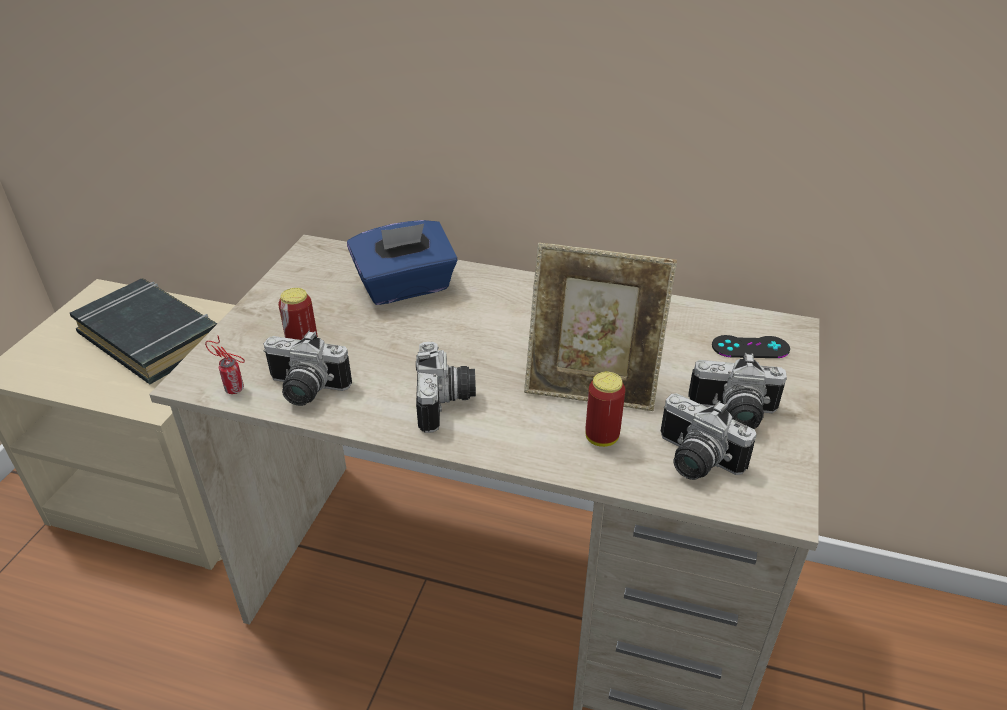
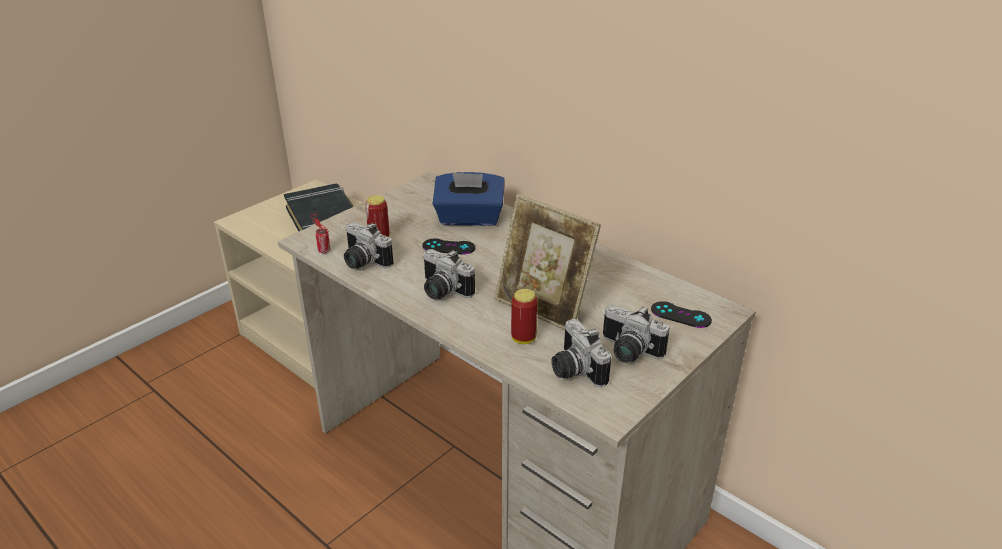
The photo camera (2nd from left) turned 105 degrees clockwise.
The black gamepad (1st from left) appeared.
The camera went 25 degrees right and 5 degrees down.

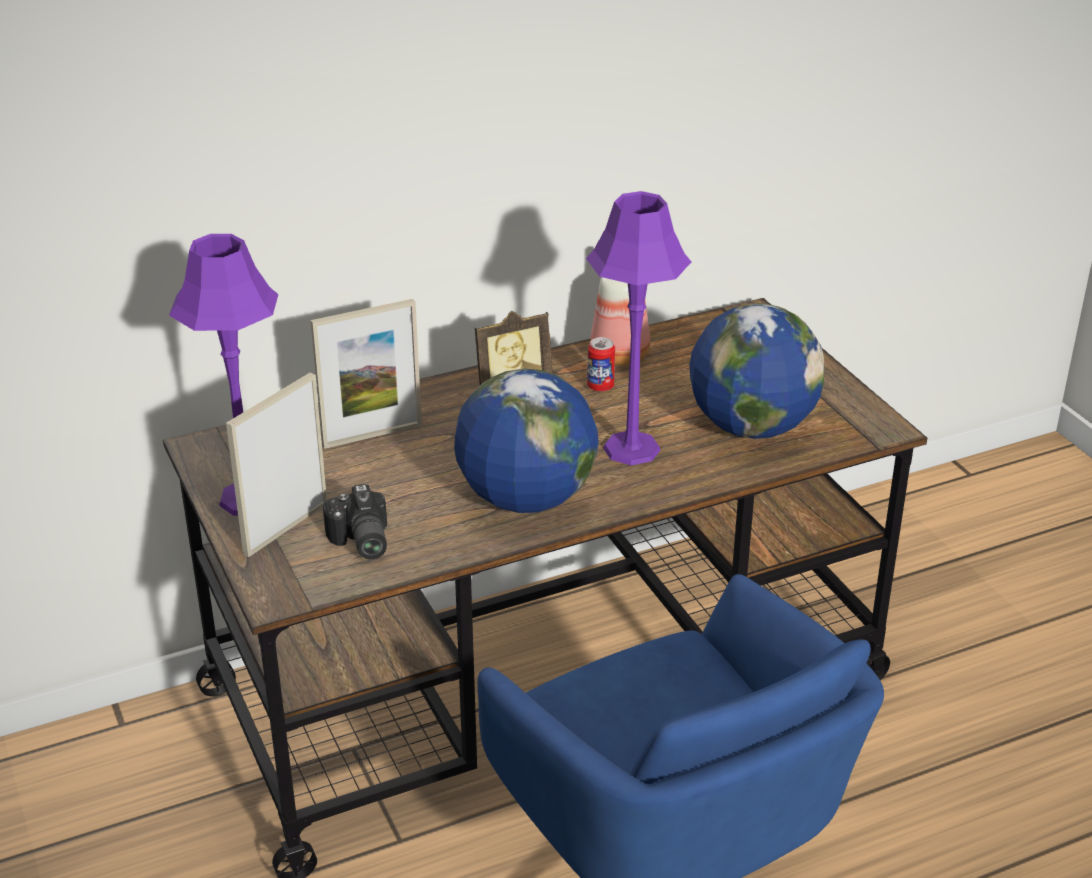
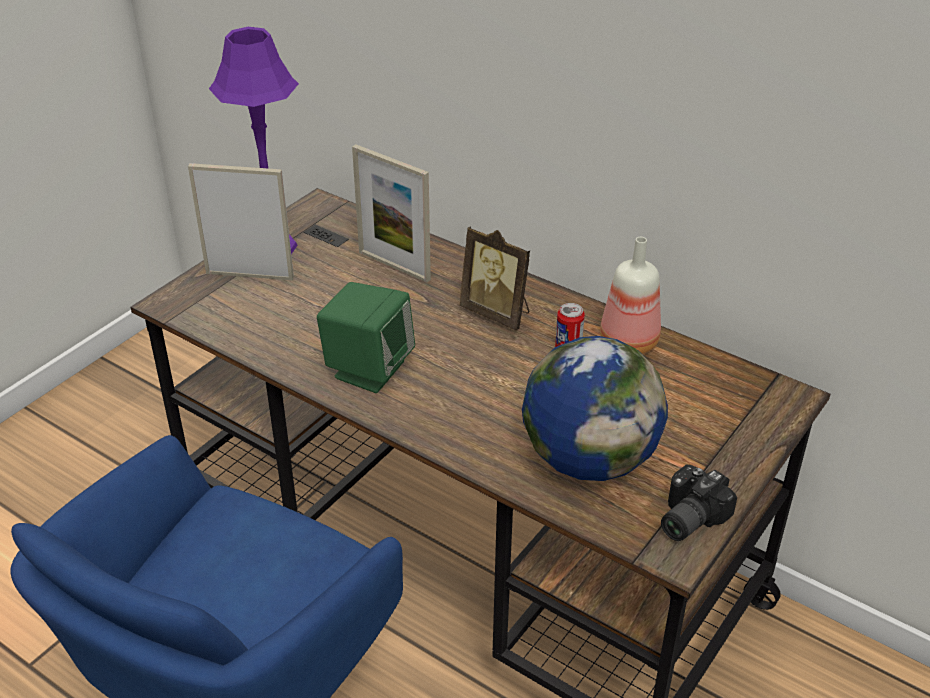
The photo camera moved.
The desk globe (1st from left) was replaced by the green-coloured loudspeaker.
The purple-coloured table lamp (2nd from left) disappeared.
The camera went 60 degrees right and 5 degrees up.

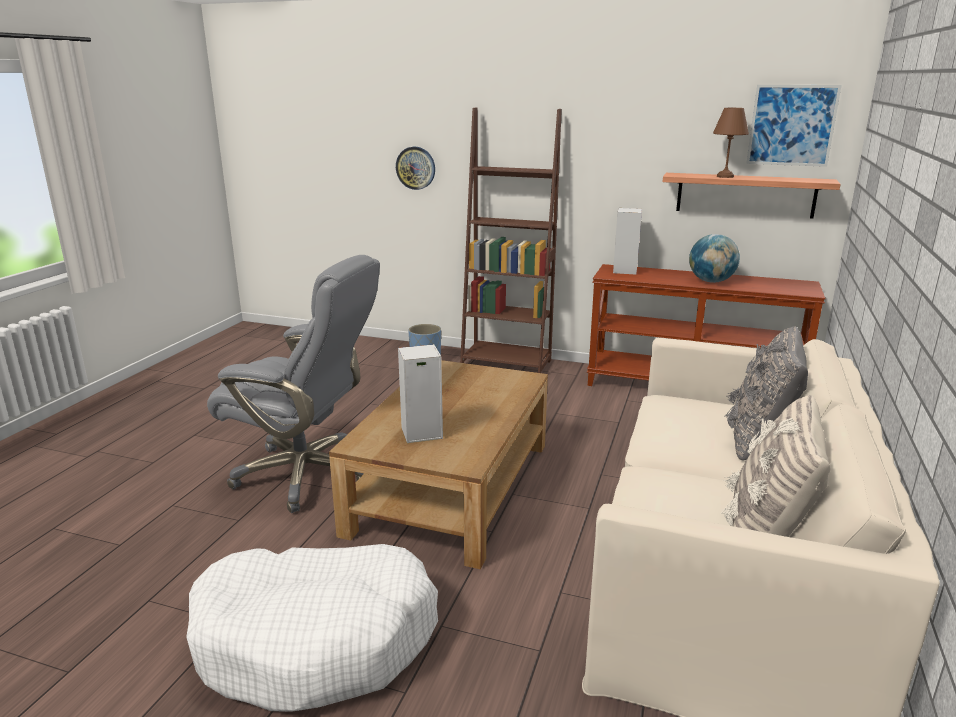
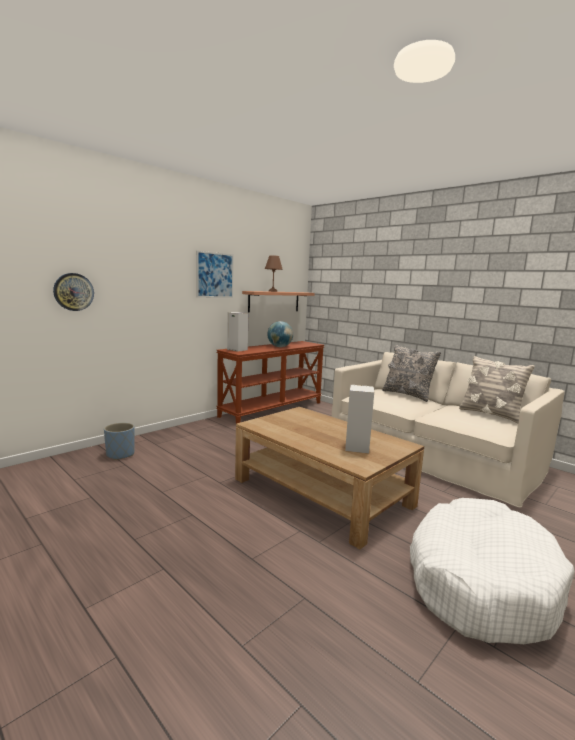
The greyish desk chair disappeared.
The brown shelving unit disappeared.
The wall picture moved.
The camera went 65 degrees left and 10 degrees down.

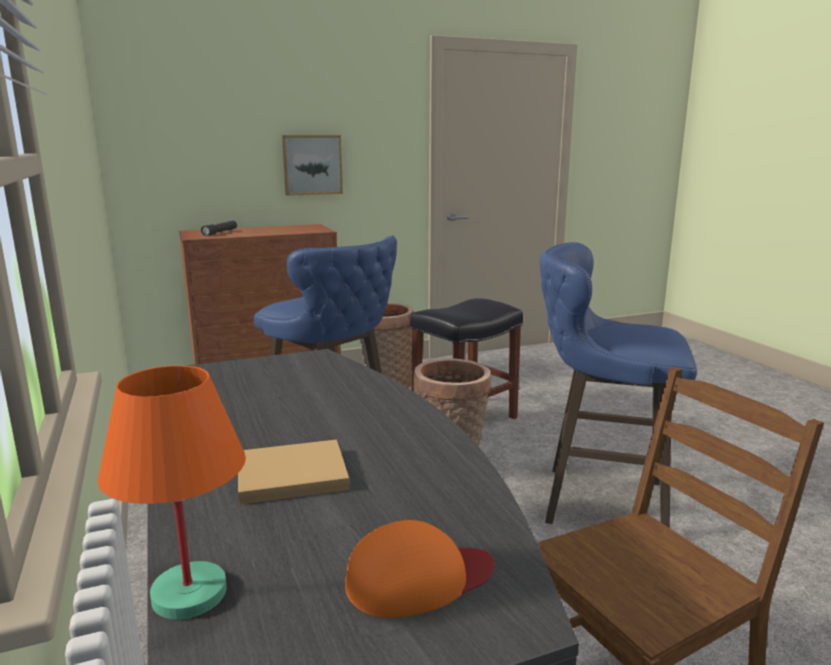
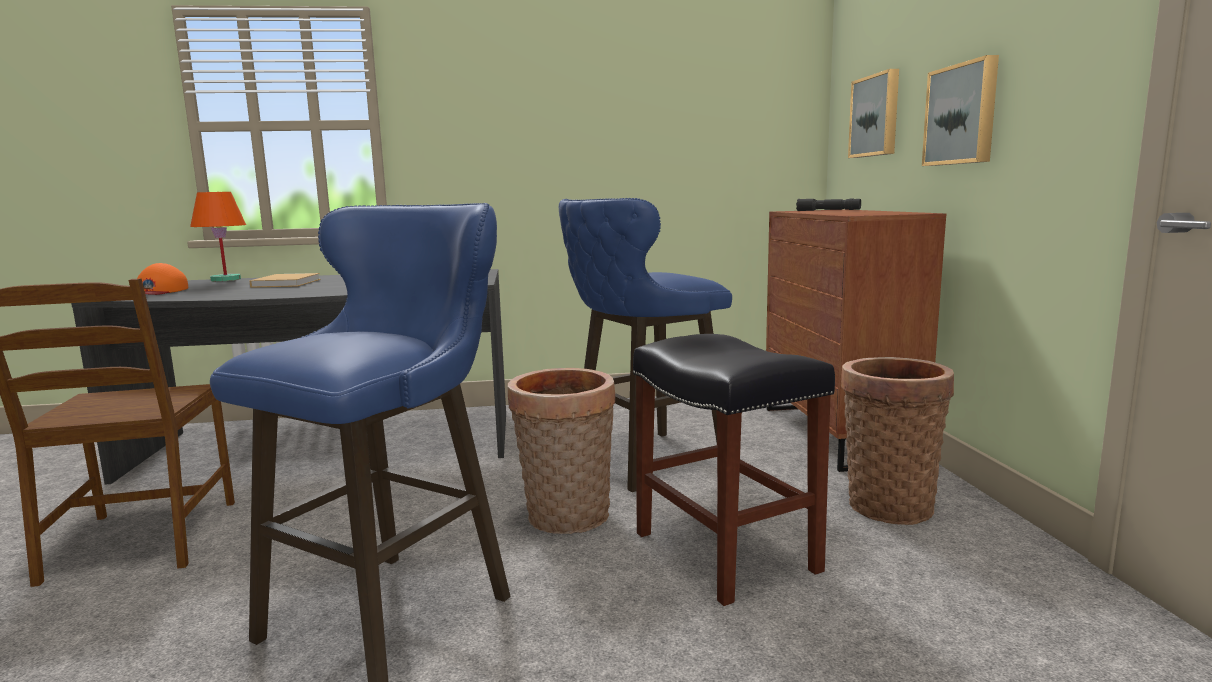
The wall picture (1st from left) appeared.
The camera went 105 degrees right and 5 degrees down.

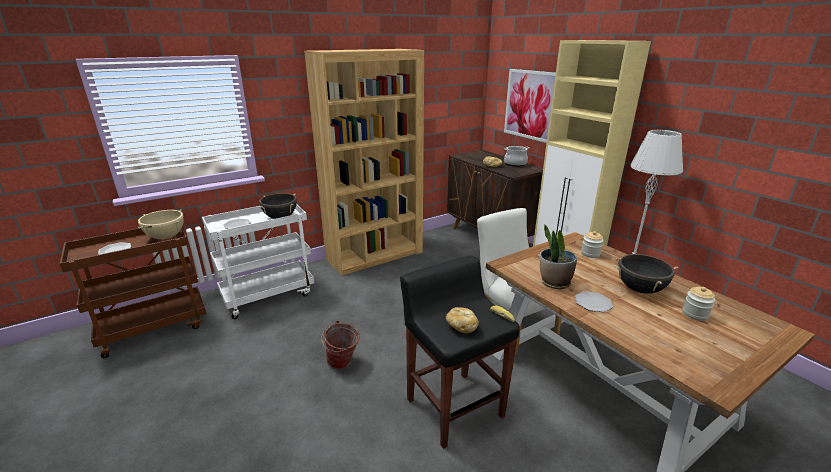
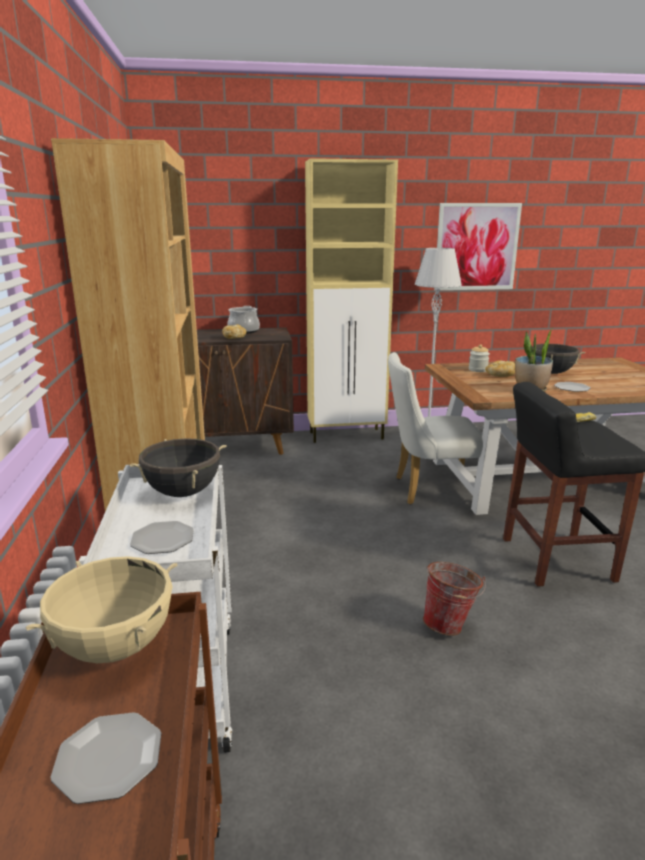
The baked bread (1st from left in the first image) moved.
The wall picture moved.
The jar (2nd from left) disappeared.
The camera went 65 degrees left and 5 degrees down.

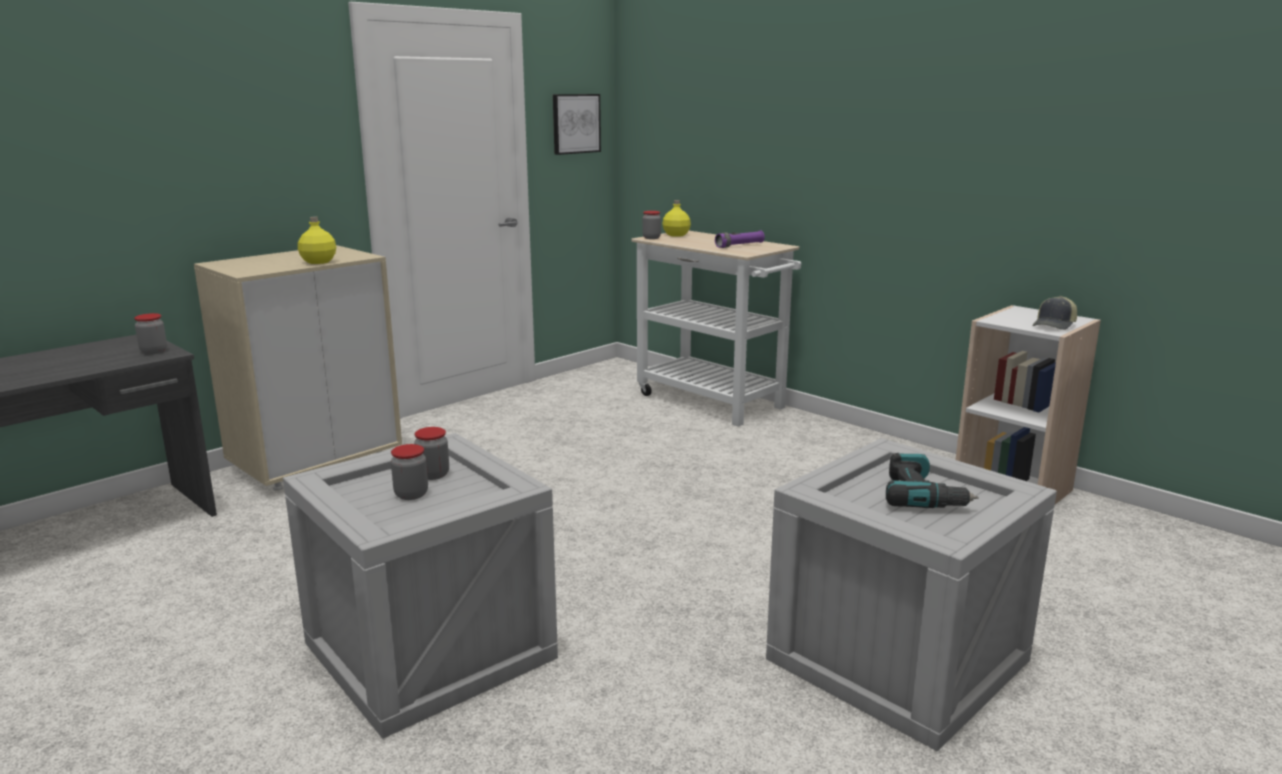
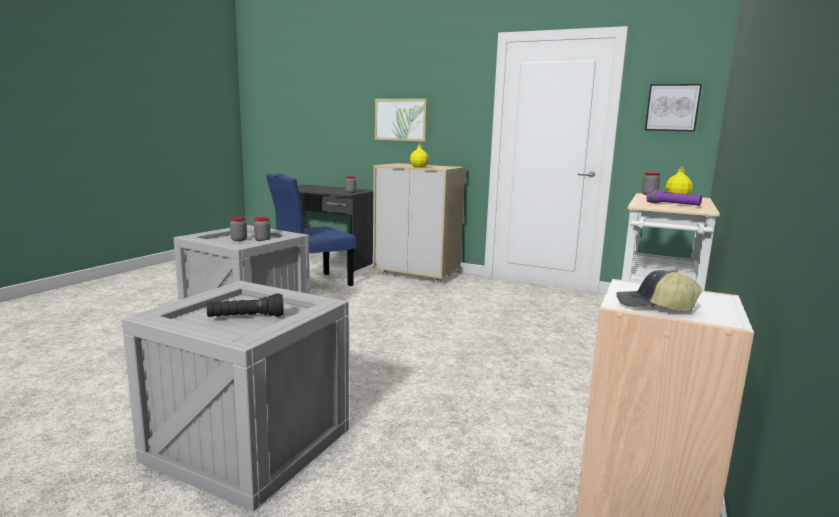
The power drill was replaced by the black hand torch.
The blue-coloured chair appeared.
The wall picture (1st from left) appeared.
The camera went 70 degrees right and 5 degrees down.

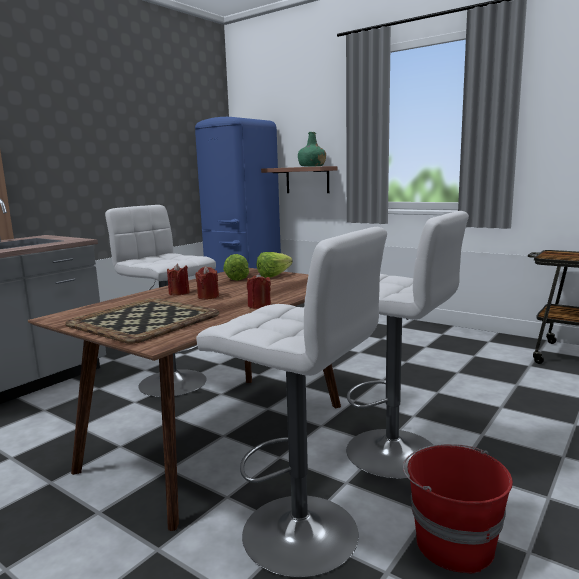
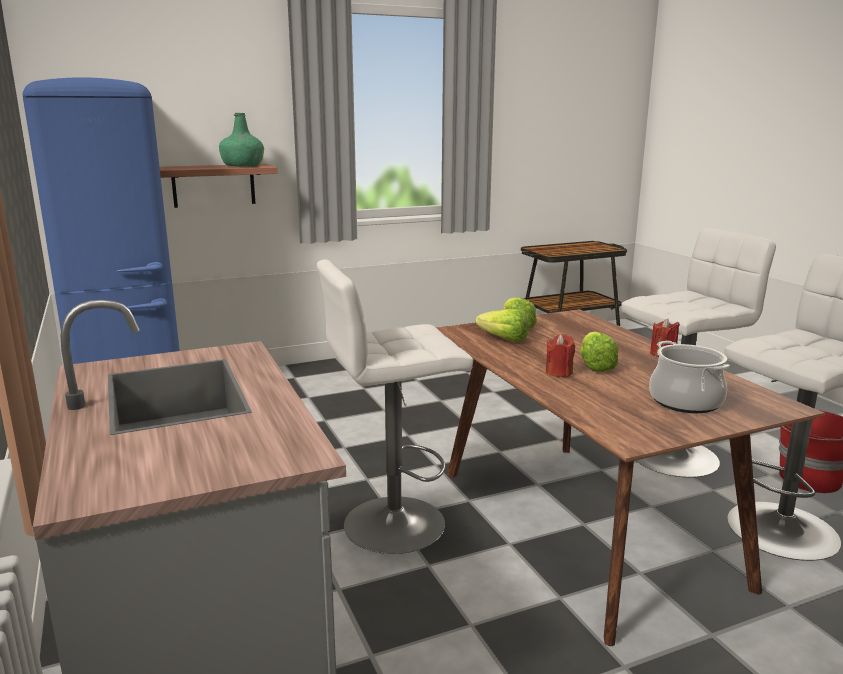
The carrying tray was replaced by the stockpot.
The reddish candle (2nd from left) was replaced by the lettuce head (3rd from left).
The camera went 60 degrees left and 5 degrees up.

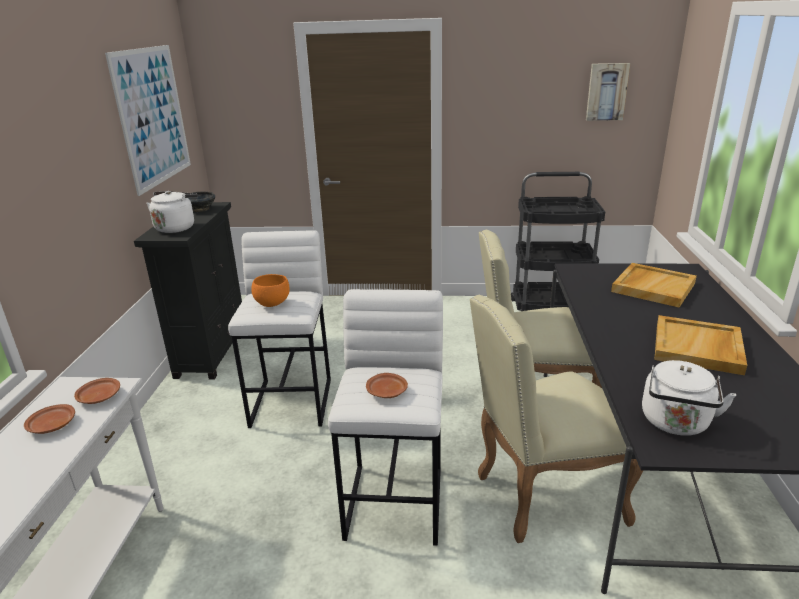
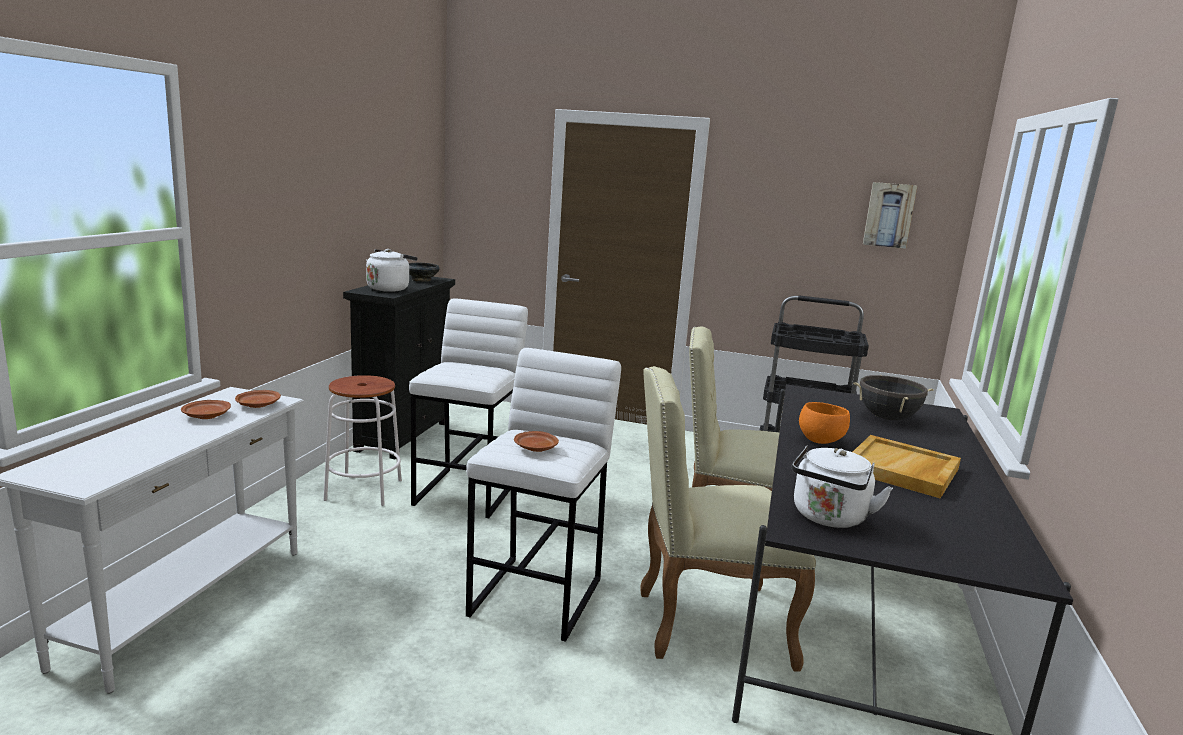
The wall picture (1st from left) disappeared.
The orangey bowl moved.
The beige carrying tray (1st from left) was replaced by the black stockpot.
The white-coloured stool seat (1st from left) appeared.
The camera went 10 degrees right and 10 degrees down.

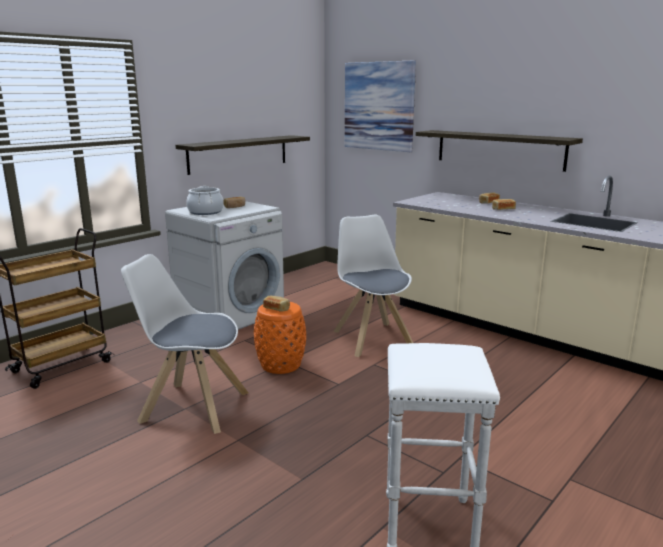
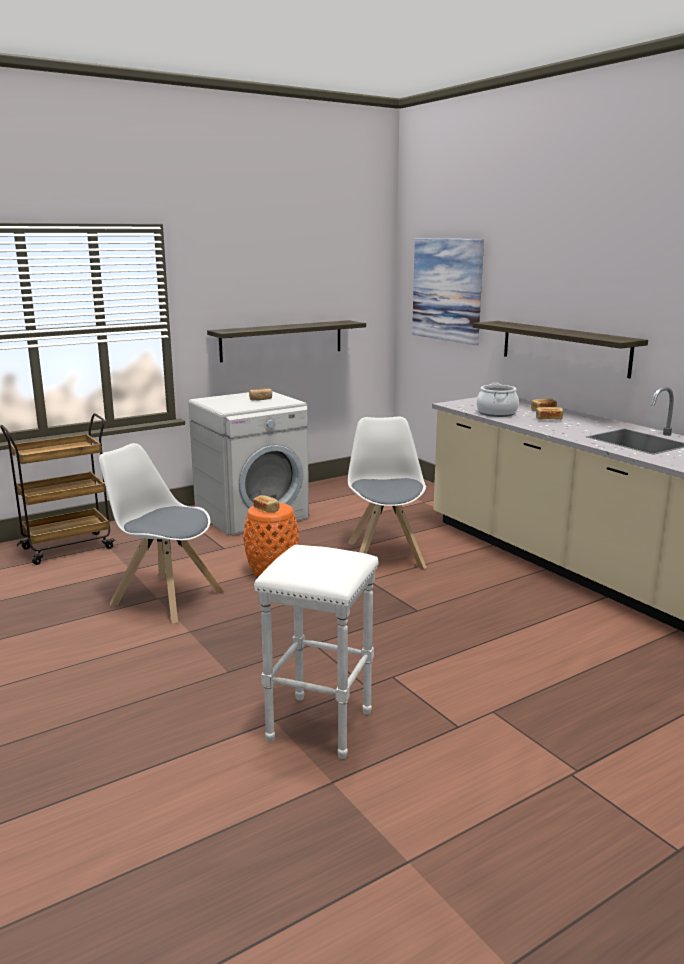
The stockpot moved.
The camera went 15 degrees right and 0 degrees up.

